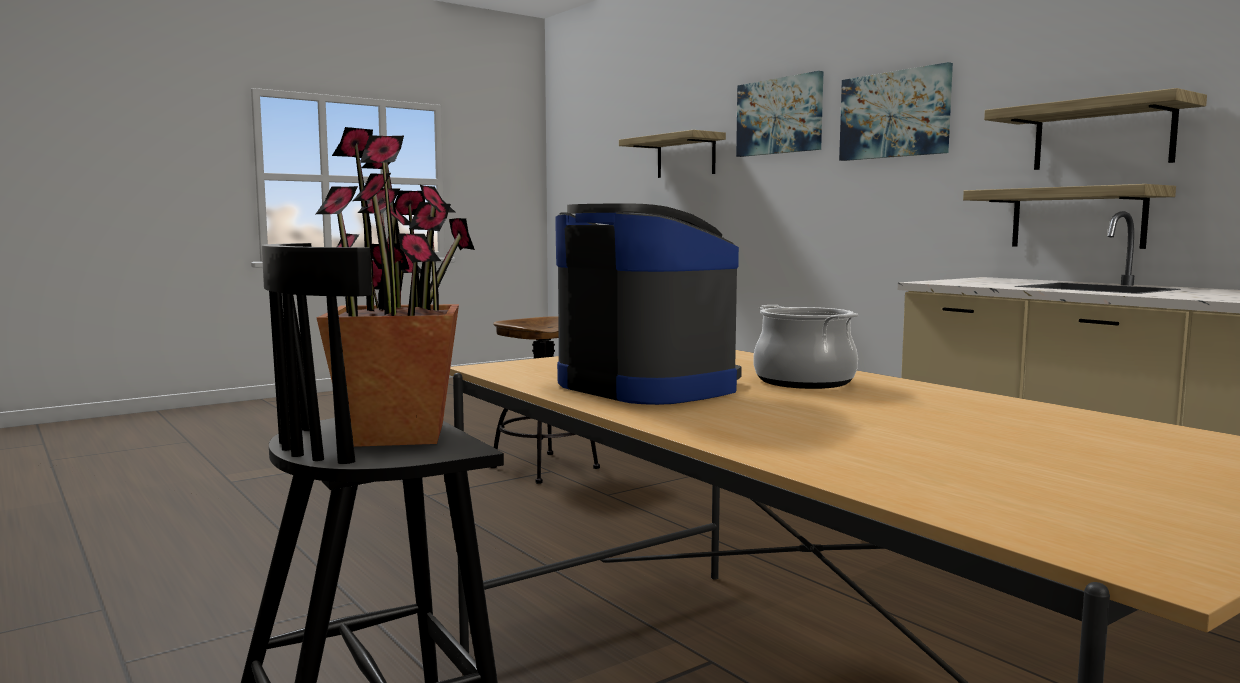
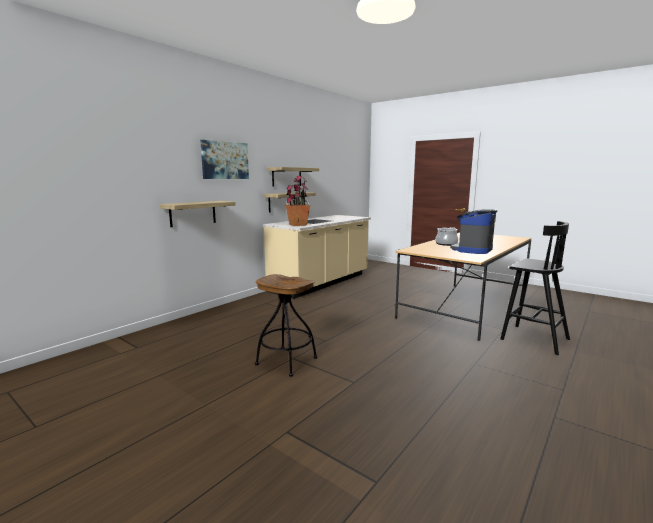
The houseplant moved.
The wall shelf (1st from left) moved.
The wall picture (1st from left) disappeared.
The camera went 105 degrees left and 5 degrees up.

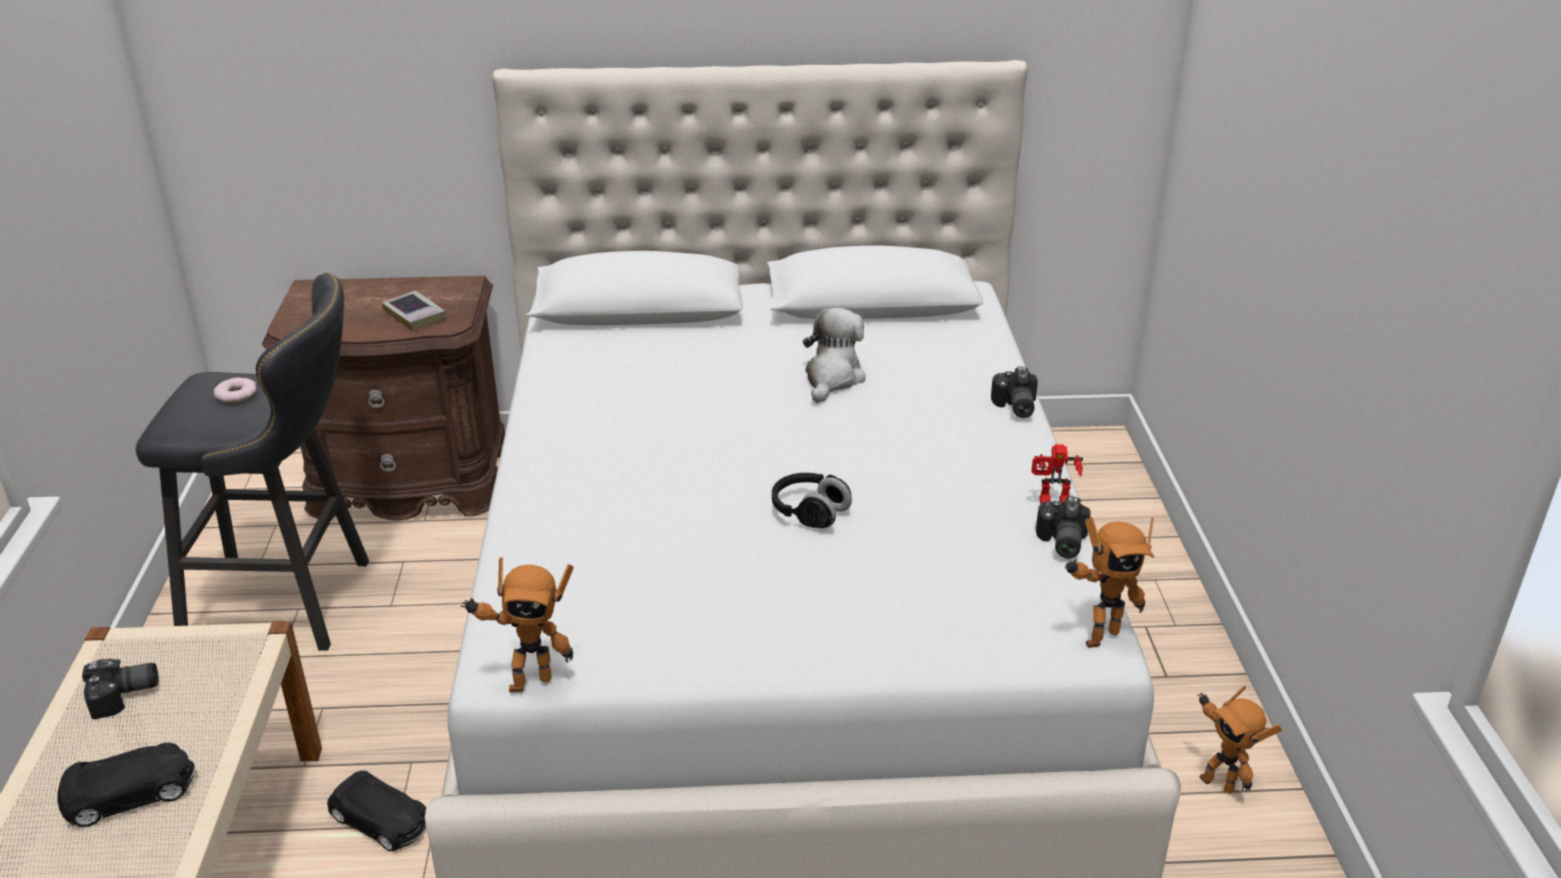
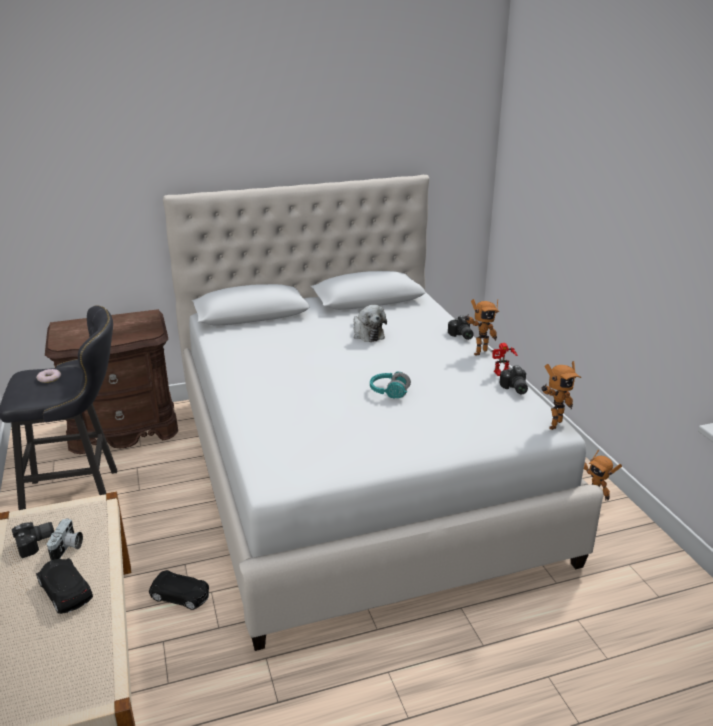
The black miniature car (1st from left) turned 90 degrees counterclockwise.
The volume disappeared.
The toy robot (1st from left) moved.
The black headset became the turquoise headset.
The soft toy turned 150 degrees clockwise.
The photo camera (2nd from left) appeared.
The camera went 15 degrees left and 5 degrees down.

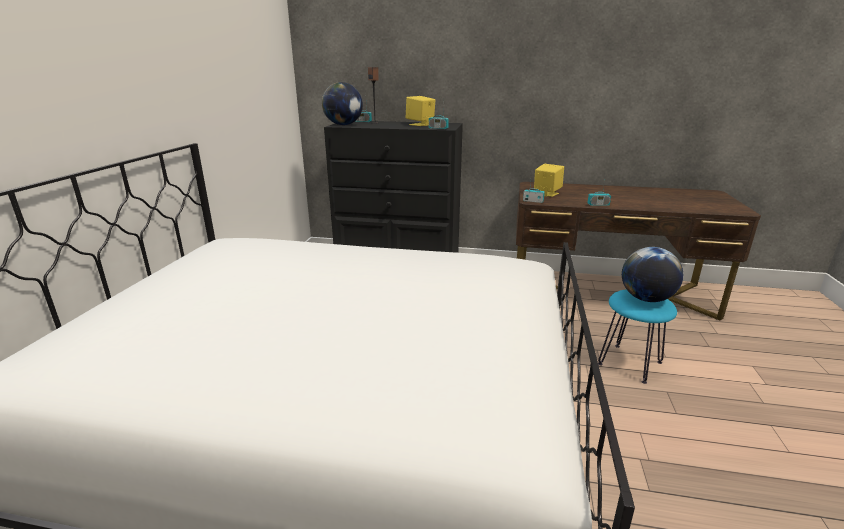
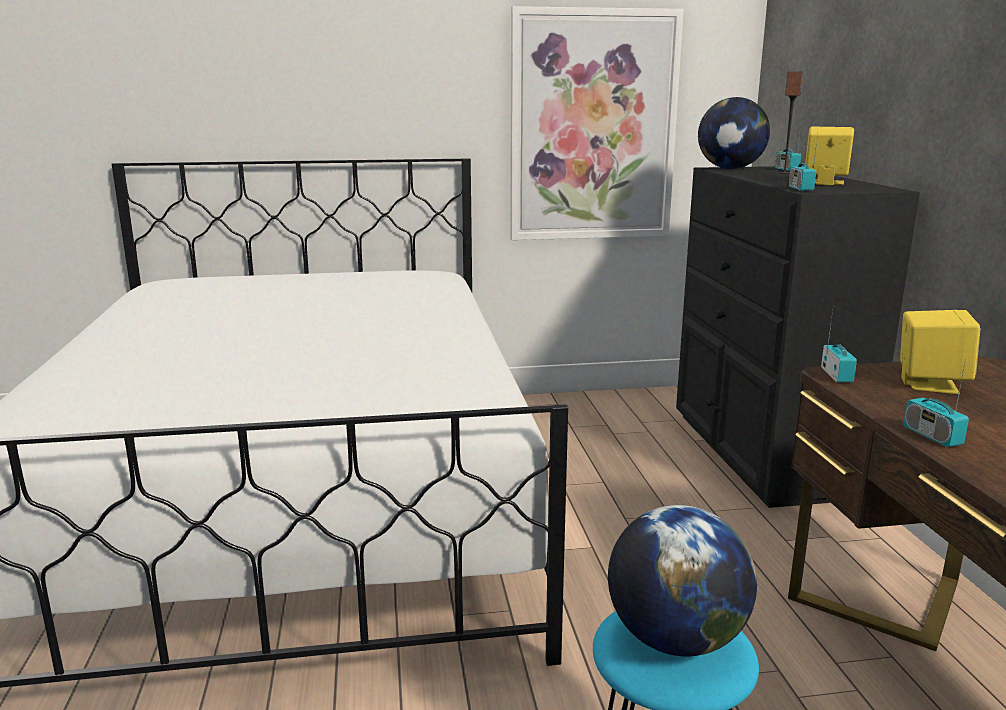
The wall picture appeared.
The camera went 70 degrees right and 5 degrees down.

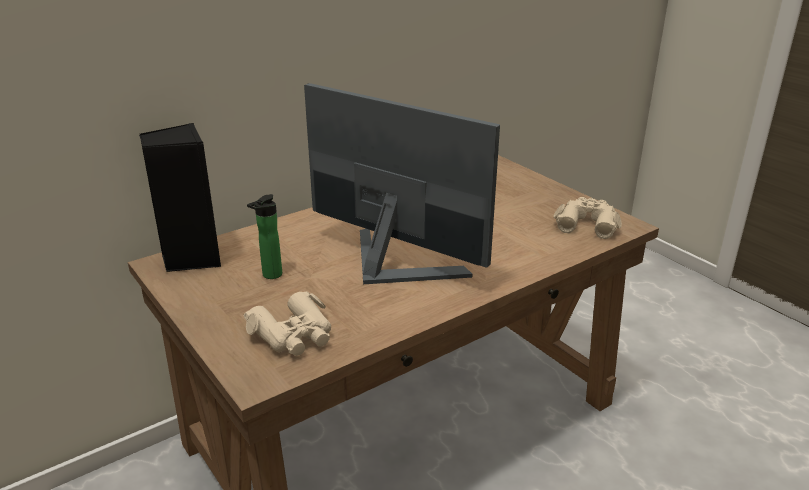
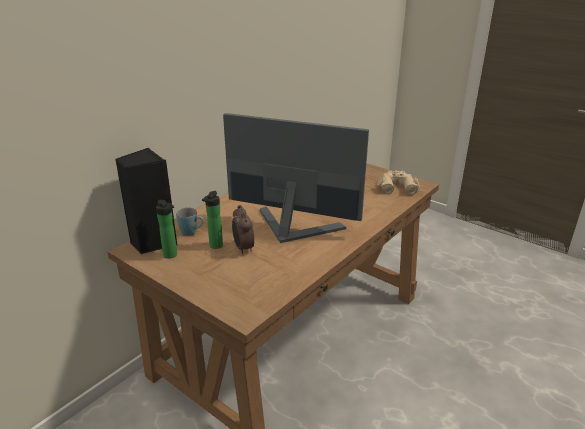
The beige binoculars (1st from left) disappeared.
The beverage bottle (1st from left) appeared.
The blue-coloured mug appeared.
The table clock appeared.
The camera went 15 degrees left and 0 degrees up.

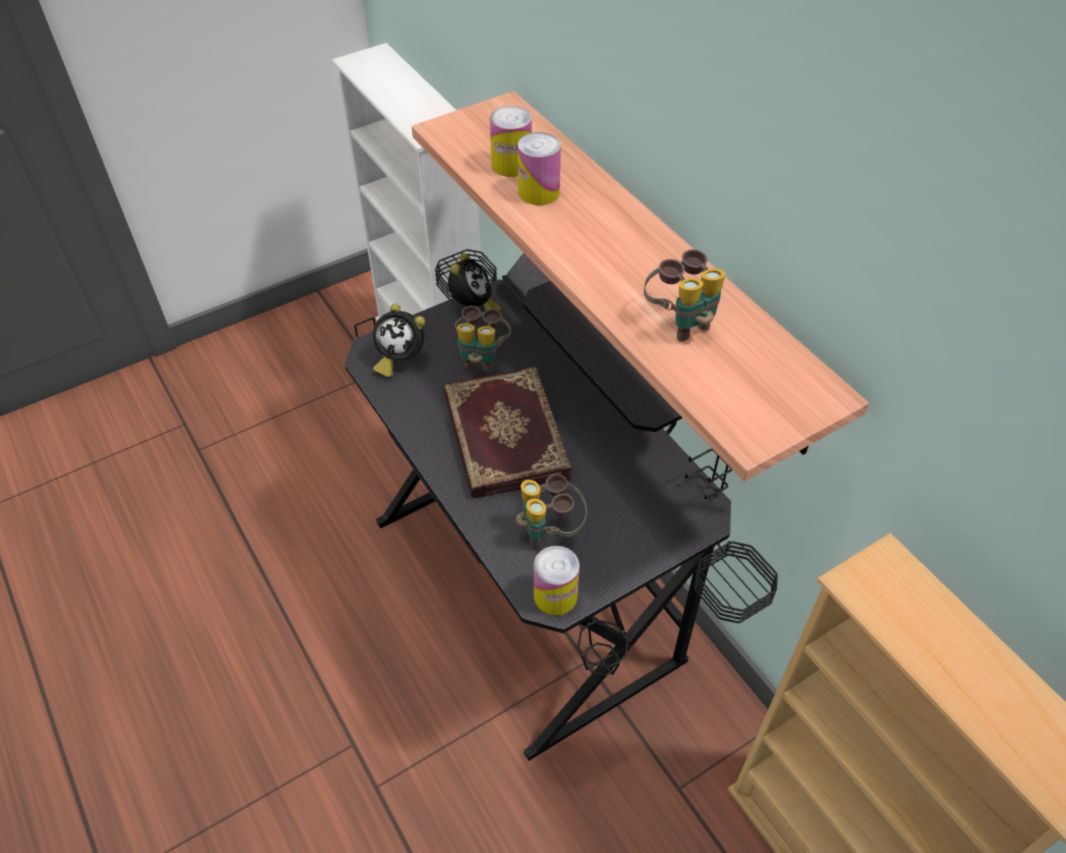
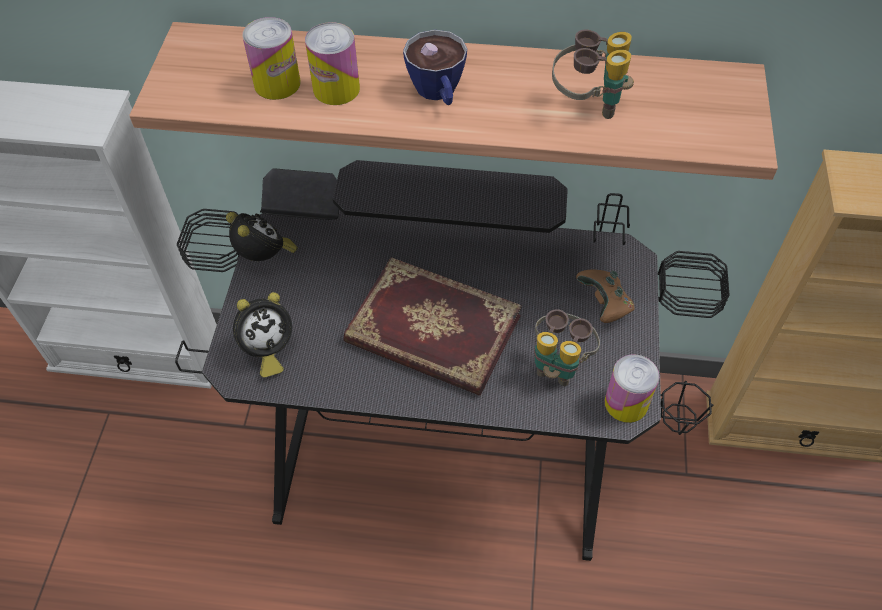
The binoculars (1st from left) disappeared.
The cup appeared.
The brown gamepad appeared.
The camera went 50 degrees left and 5 degrees up.

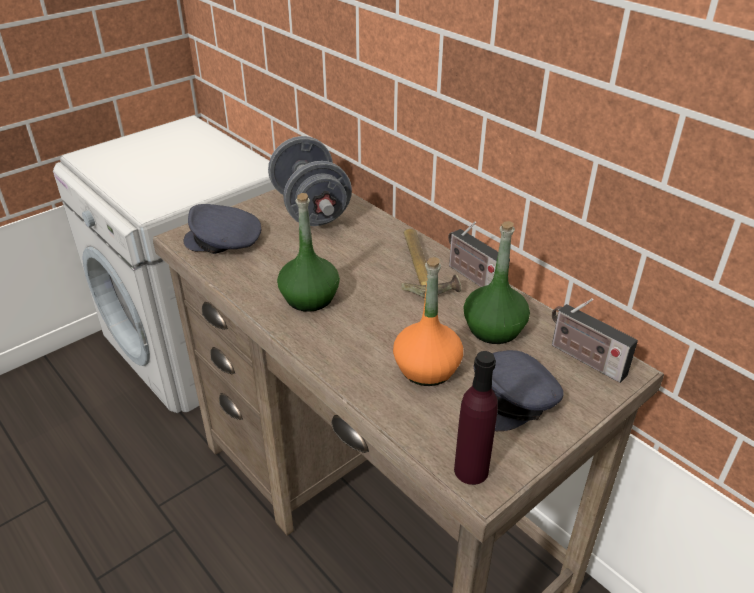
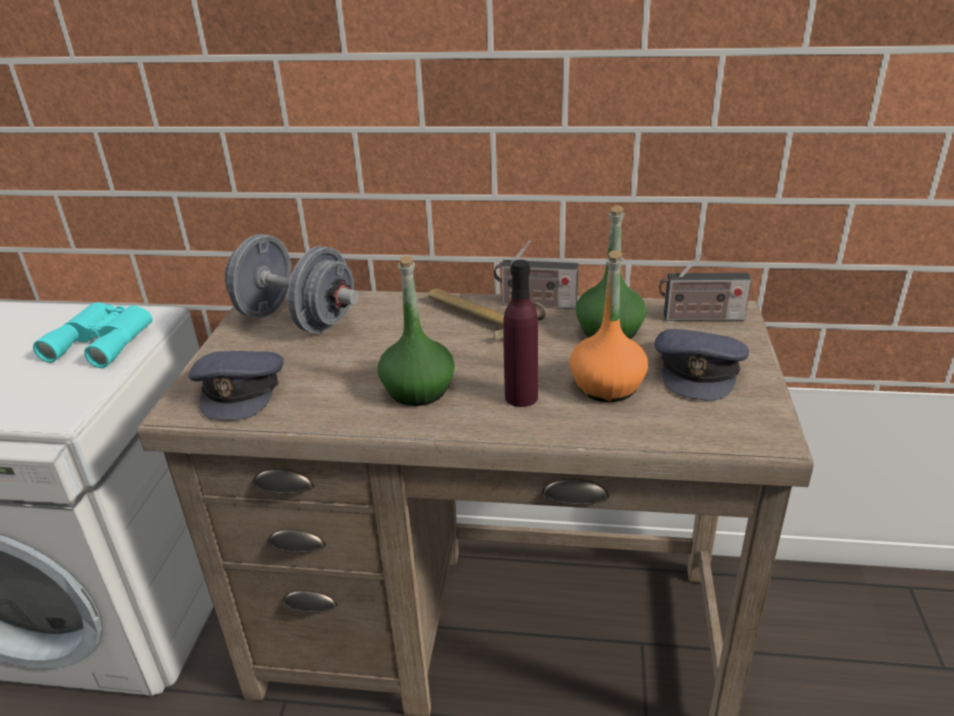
The greyish baseball cap (1st from left) turned 60 degrees counterclockwise.
The purple-coloured beverage bottle moved.
The turquoise binoculars appeared.
The camera went 40 degrees left and 5 degrees down.

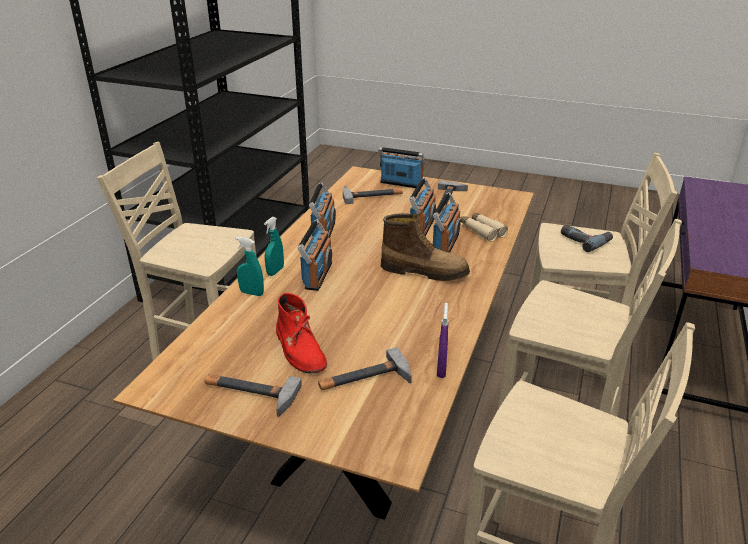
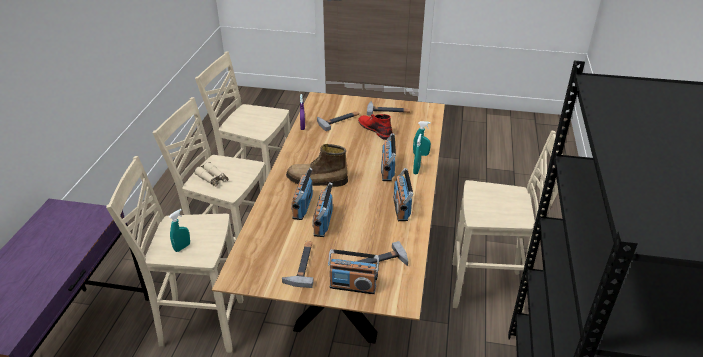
The beige binoculars moved.
The power drill was replaced by the turquoise hand sprayer (1st from left).
The camera went 170 degrees right and 5 degrees up.

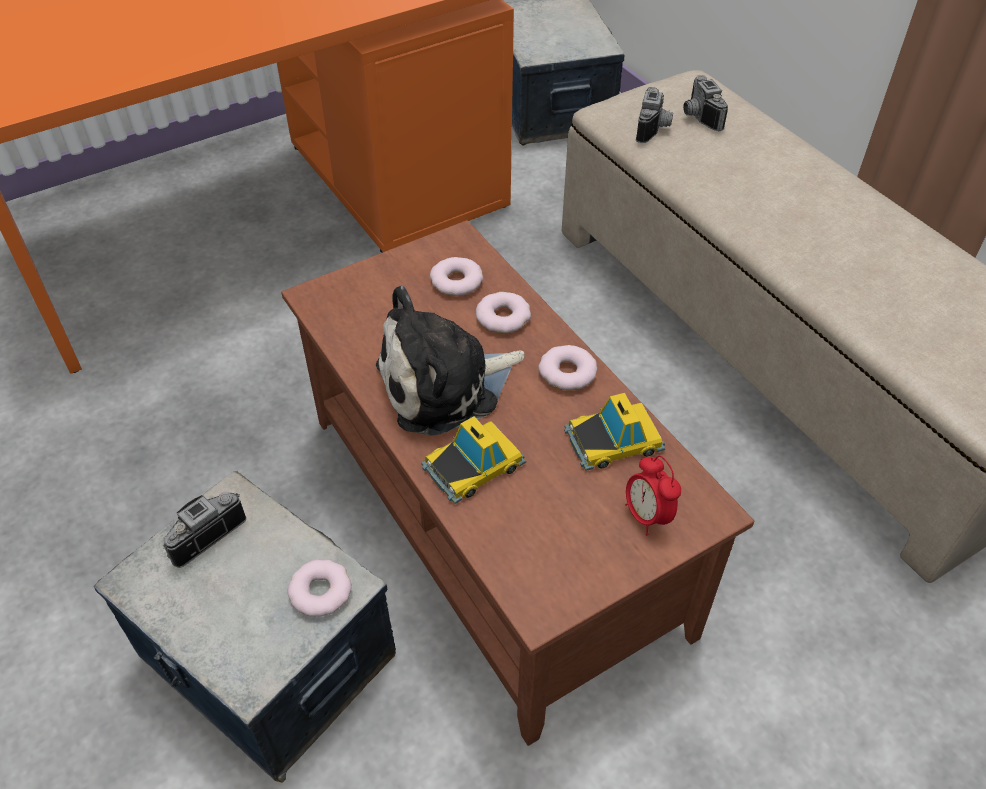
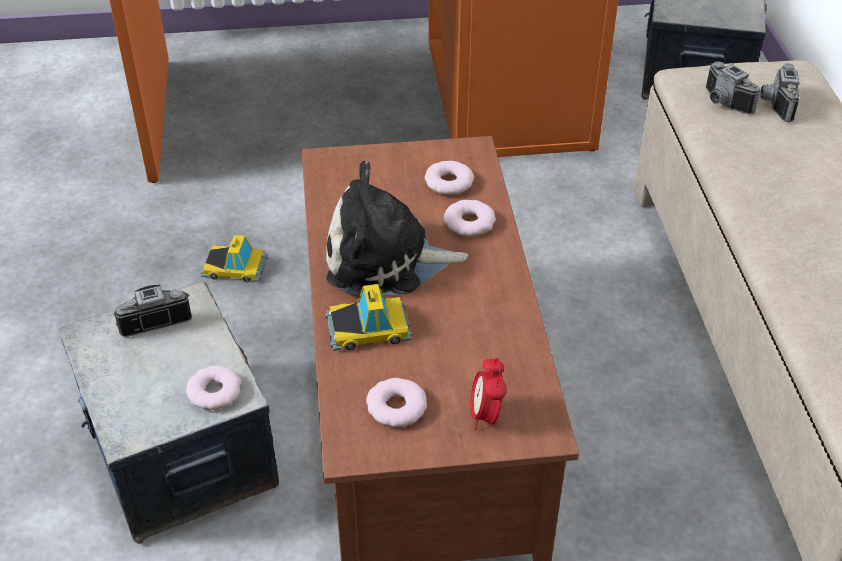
The ring doughnut (4th from left in the first image) moved.
The miniature car (2nd from left in the first image) moved.
The photo camera (2nd from left) turned 105 degrees clockwise.
The camera went 25 degrees right and 5 degrees down.

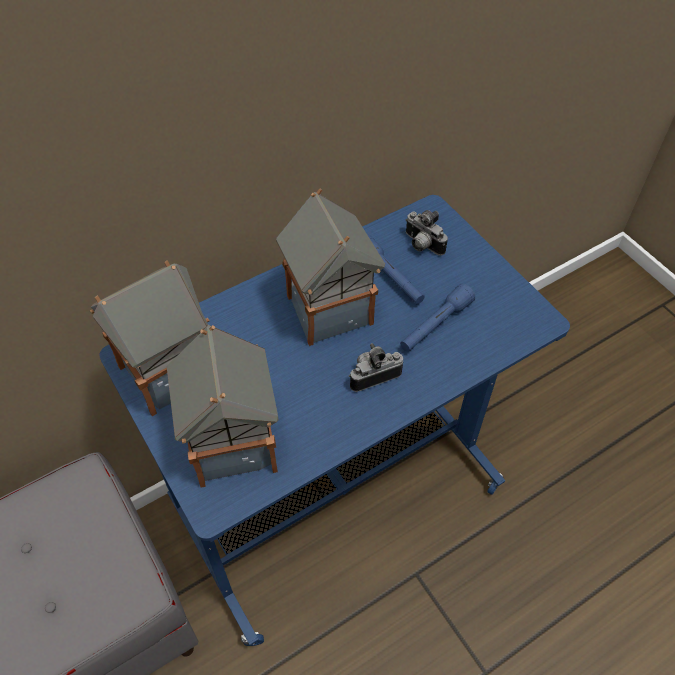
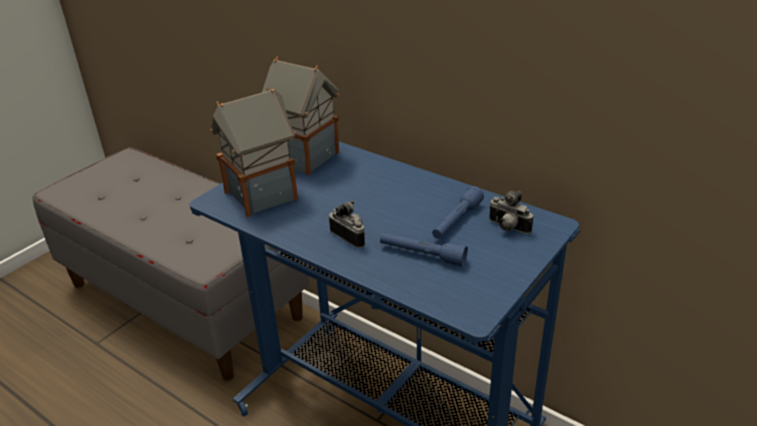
The miniature house (3rd from left) disappeared.
The photo camera (2nd from left) turned 75 degrees counterclockwise.
The camera went 70 degrees right and 20 degrees down.

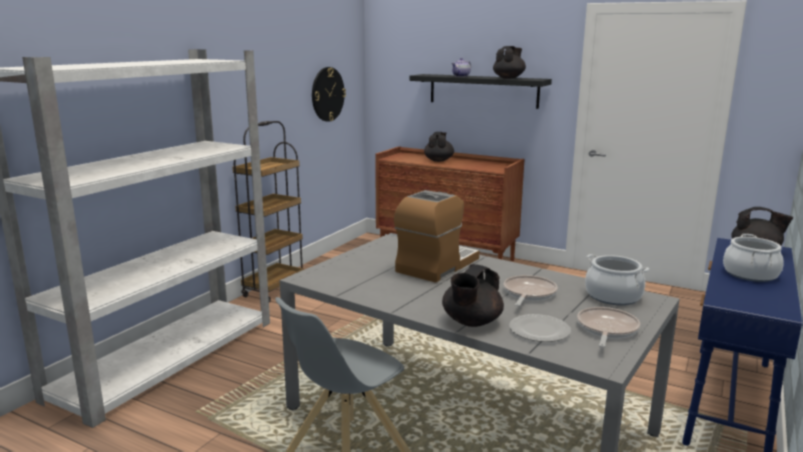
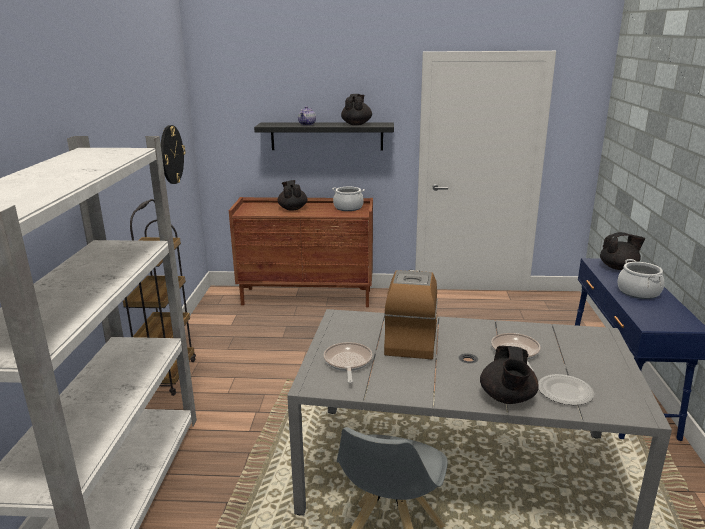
The pan (2nd from left in the first image) moved.
The stockpot (1st from left) moved.
The camera went 25 degrees left and 5 degrees up.

